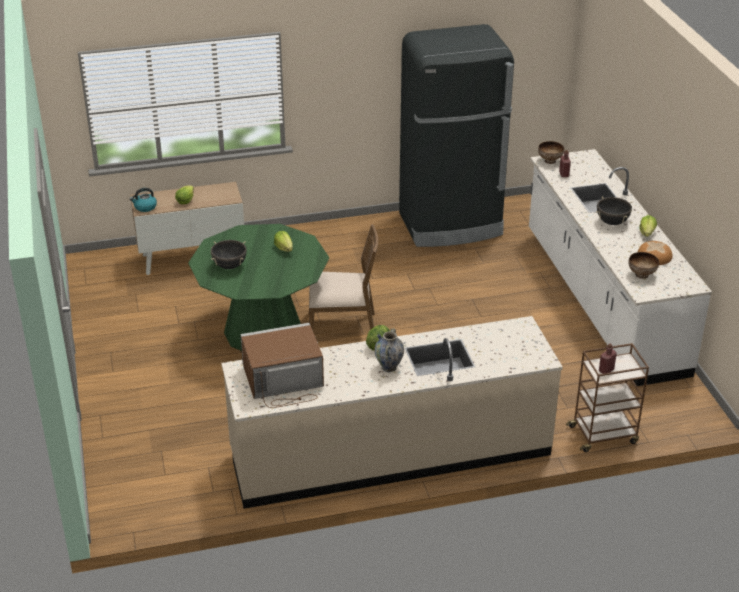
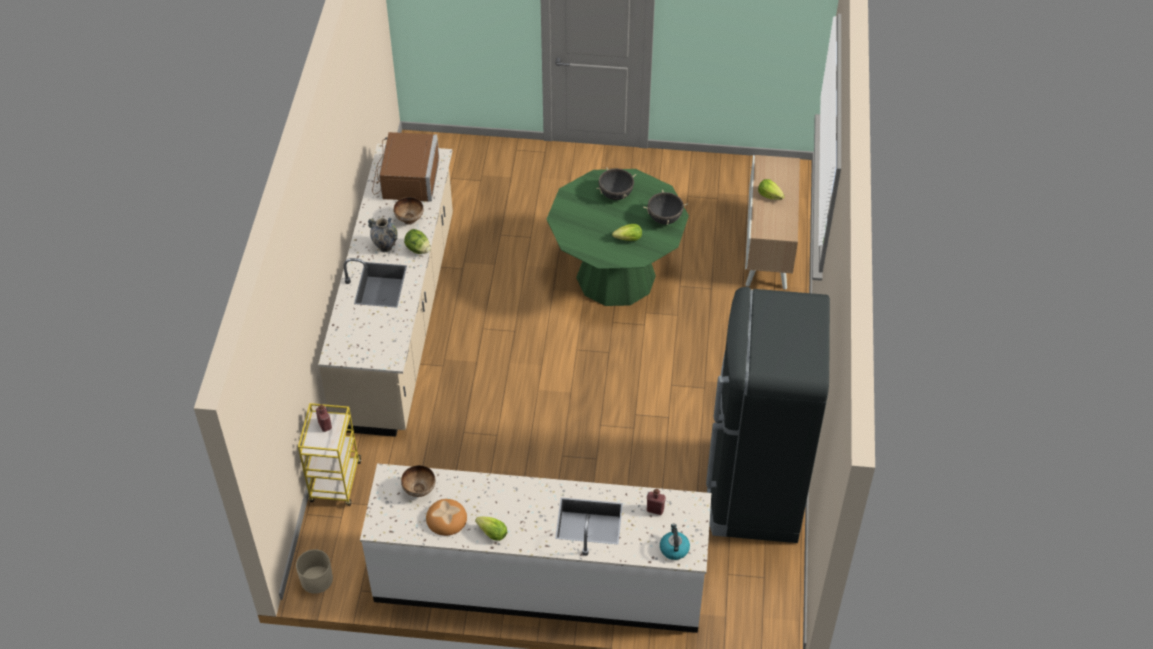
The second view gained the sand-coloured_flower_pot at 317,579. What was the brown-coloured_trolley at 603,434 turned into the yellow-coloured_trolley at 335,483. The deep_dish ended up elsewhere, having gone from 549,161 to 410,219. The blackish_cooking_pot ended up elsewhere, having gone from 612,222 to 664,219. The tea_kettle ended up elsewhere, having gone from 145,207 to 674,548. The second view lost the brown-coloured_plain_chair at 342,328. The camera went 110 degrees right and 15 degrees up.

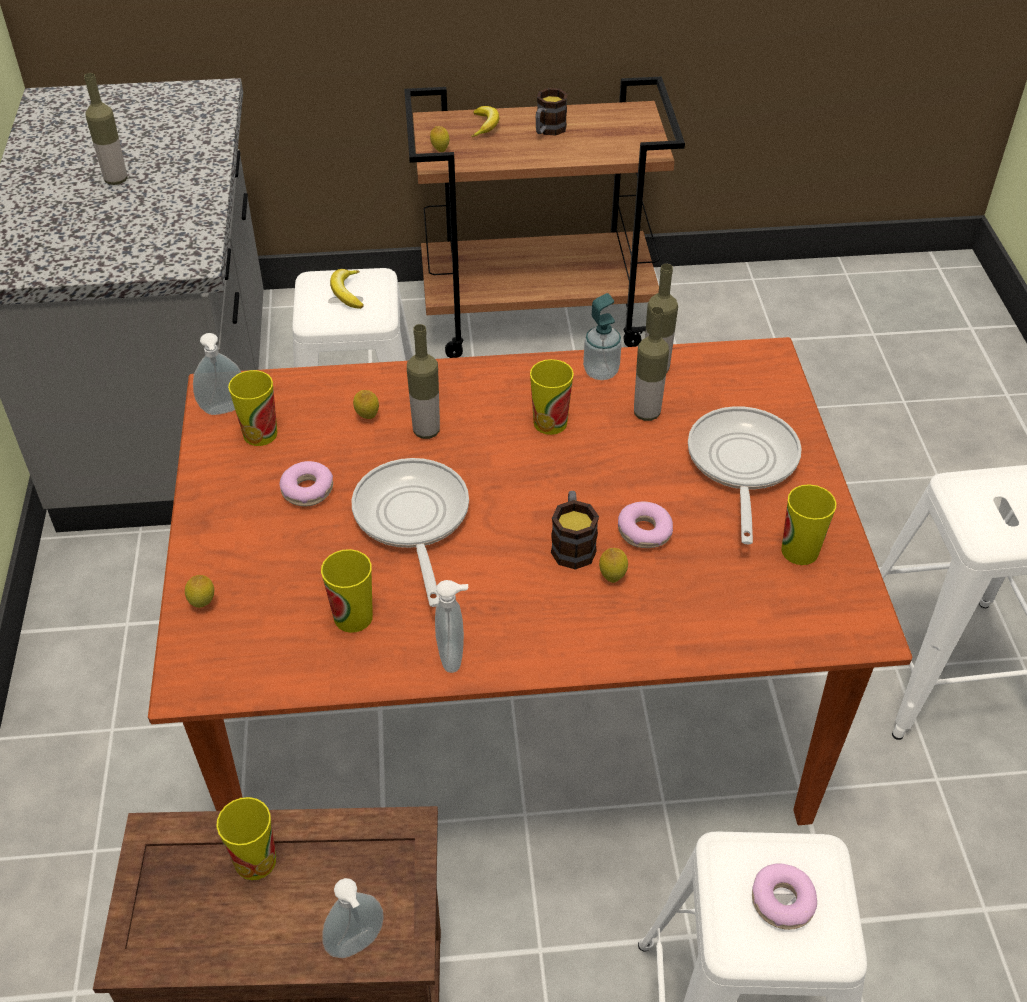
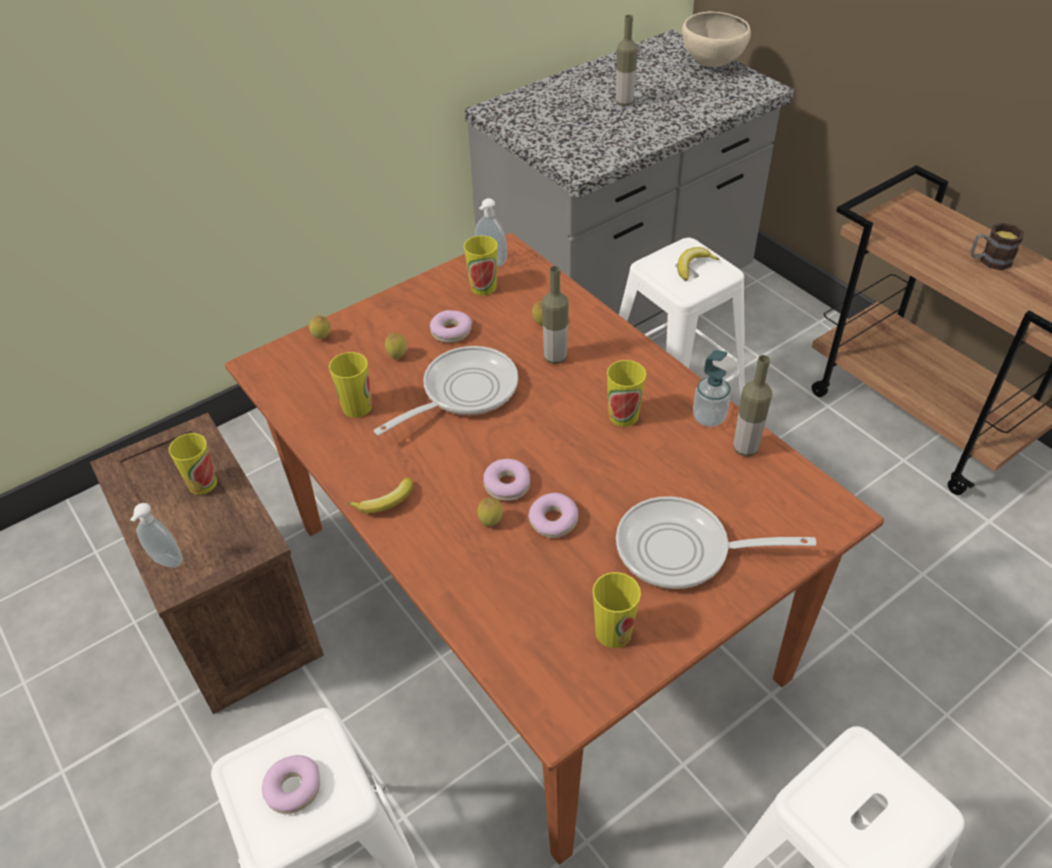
The banana_fruit ended up elsewhere, having gone from 485,125 to 386,502. The citrus_fruit ended up elsewhere, having gone from 440,150 to 397,356. Where the coffee_mug stood at 572,544, the doughnut came to stand at 507,485. The pan at 741,465 ended up facing another way, 150 degrees counterclockwise from before. The second view gained the sand-coloured_deep_dish at 711,65. The second view lost the liquid_soap_bottle at 454,656. The second view lost the bottle at 646,413. The camera went 60 degrees right and 0 degrees up.

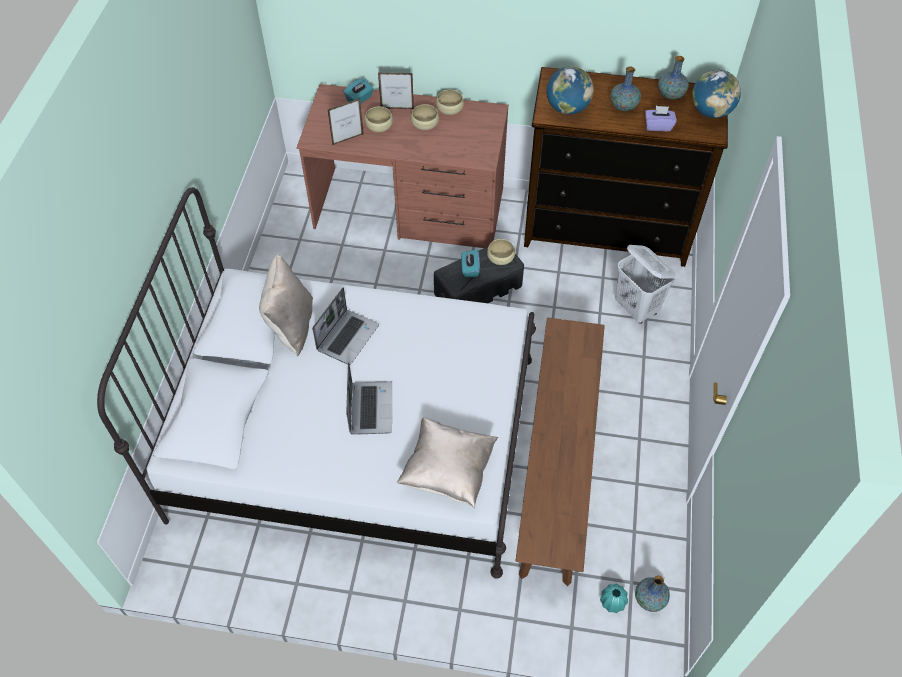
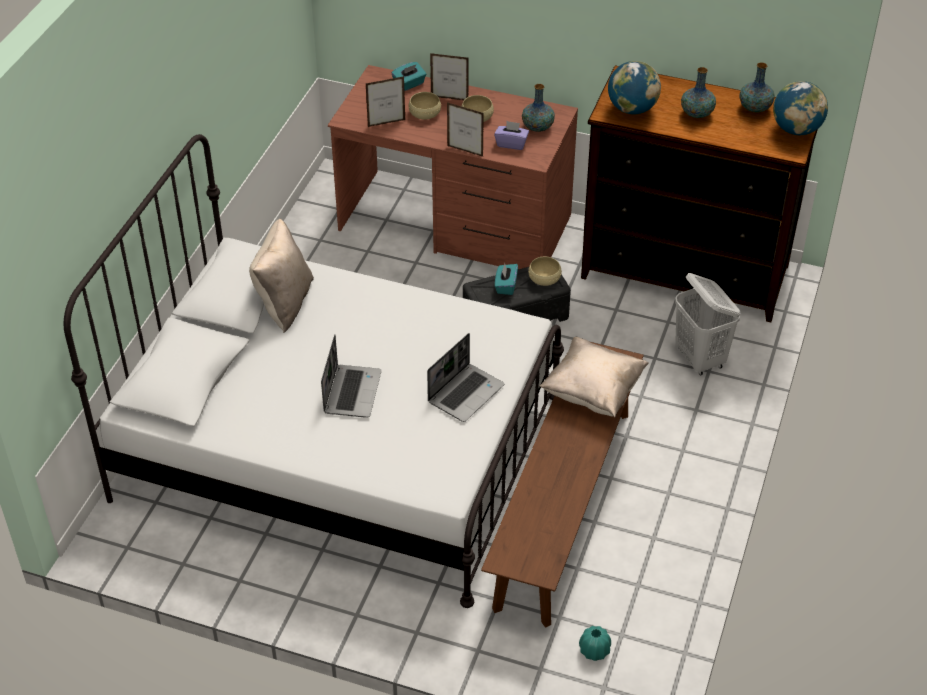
The laptop ended up elsewhere, having gone from 347,337 to 465,393. The second view gained the picture_frame at 465,151. The purplish_tissue_box ended up elsewhere, having gone from 658,126 to 511,144. The flower_vase ended up elsewhere, having gone from 650,599 to 537,127. The sand-coloured_throw_pillow ended up elsewhere, having gone from 448,471 to 592,392. The second view lost the sand-coloured_deep_dish at 450,109. The camera went 10 degrees right and 10 degrees down.

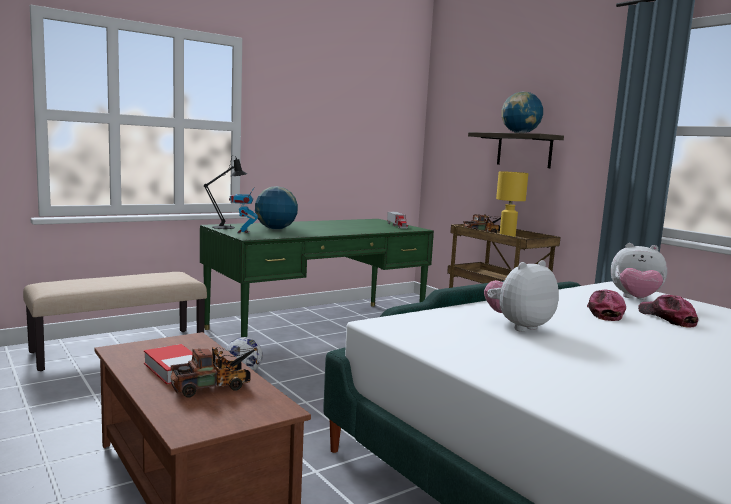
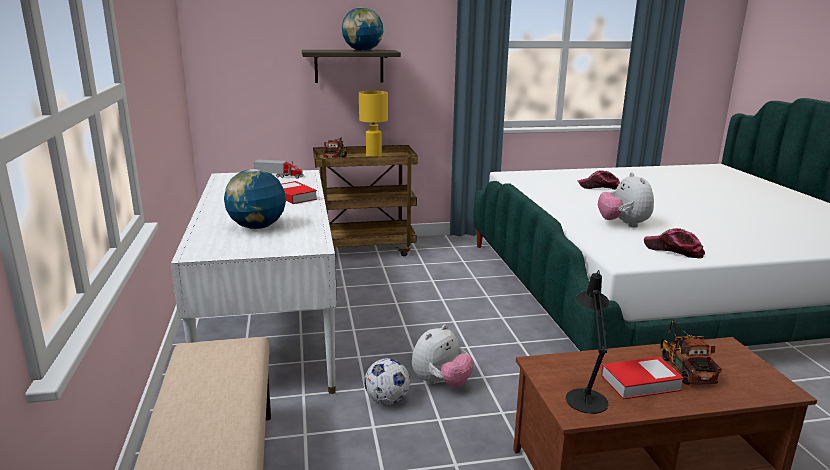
What was the greenish_desk_unit at 317,327 turned into the white_desk_unit at 270,326. The second view gained the bound_book at 294,196. The cuddly_toy ended up elsewhere, having gone from 635,299 to 441,383. The blackish_table_lamp ended up elsewhere, having gone from 227,227 to 585,397. The cap ended up elsewhere, having gone from 603,312 to 673,250. The second view lost the robot_figure at 243,232. The camera went 65 degrees left and 10 degrees up.

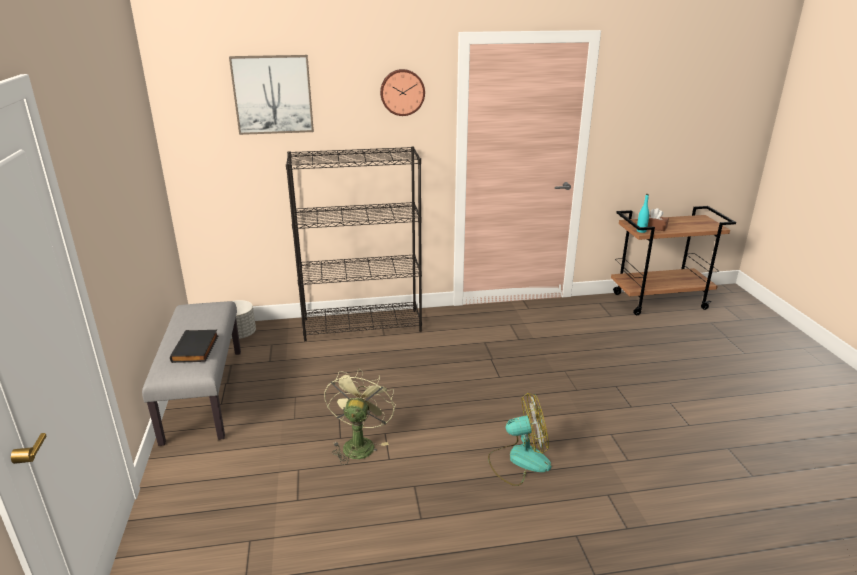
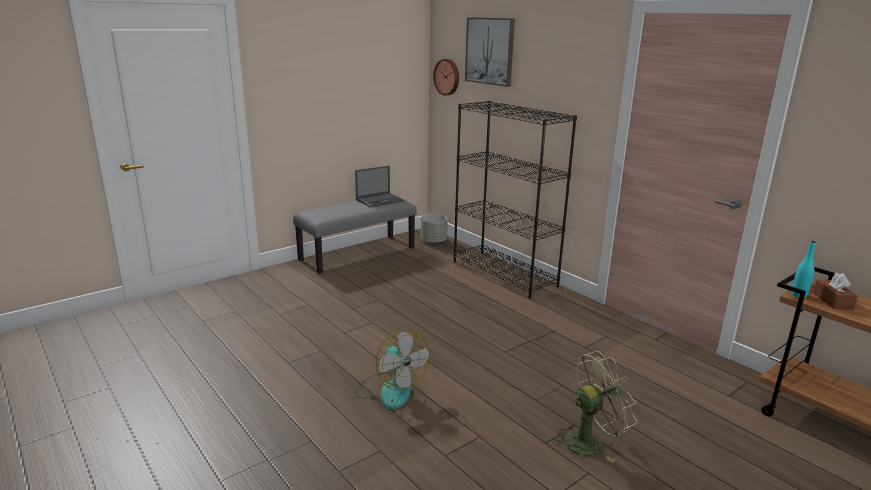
The second view gained the laptop at 380,200. The hanging_clock ended up elsewhere, having gone from 402,92 to 447,77. The greenish_cooling_fan ended up elsewhere, having gone from 359,443 to 590,441. The second view lost the blackish_bound_book at 196,349. The camera went 60 degrees right and 5 degrees down.

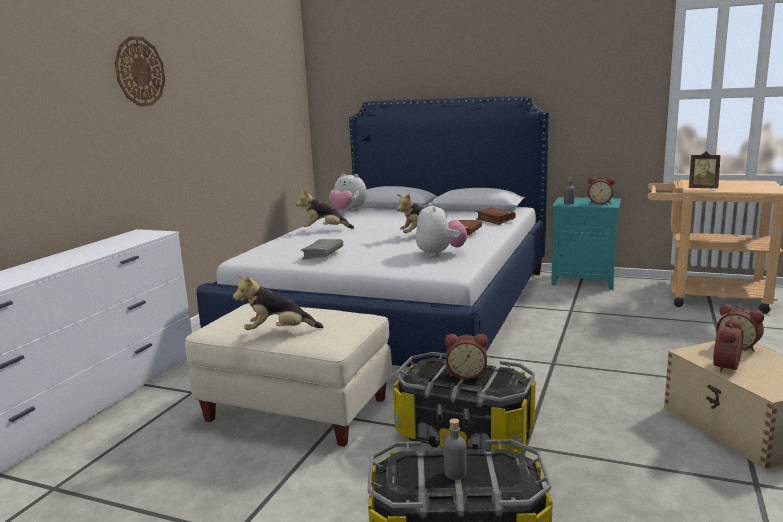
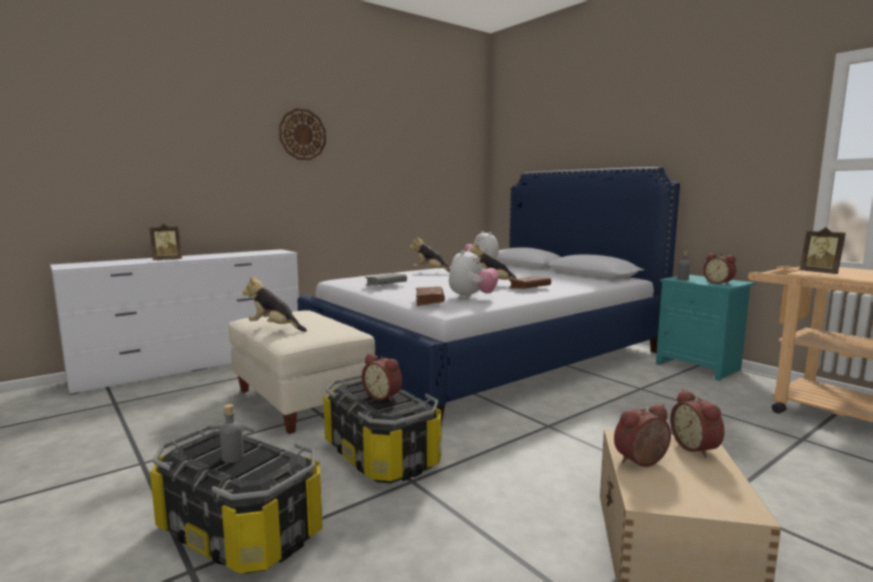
The second view gained the picture_frame at 167,260. The brown-coloured_bound_book ended up elsewhere, having gone from 495,220 to 429,301. The camera went 30 degrees right and 5 degrees down.

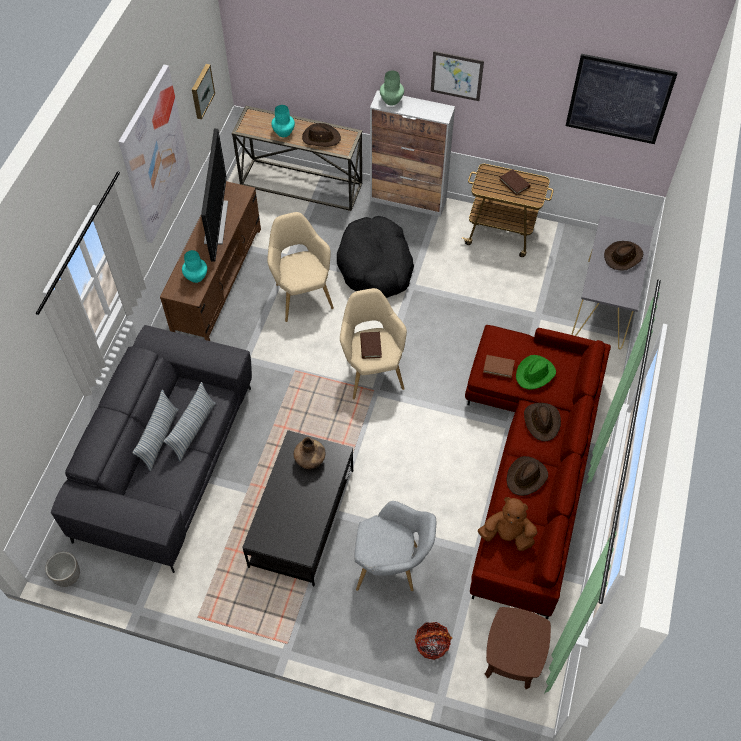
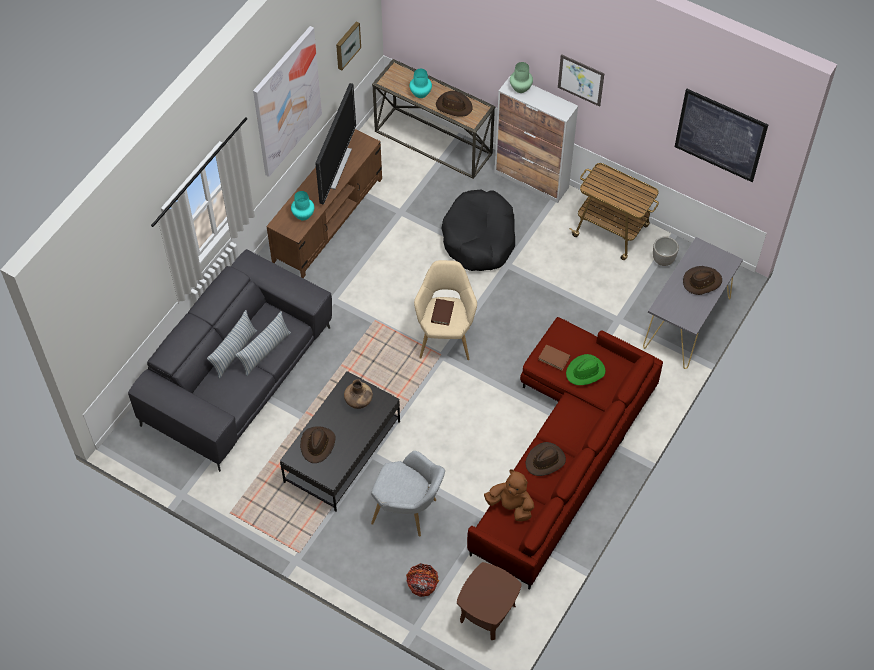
The brown-coloured_clothing_hat ended up elsewhere, having gone from 542,422 to 318,445. The flower_pot ended up elsewhere, having gone from 68,576 to 663,260. The second view lost the sand-coloured_lounge_chair at 301,293. The second view lost the brown-coloured_bound_book at 514,183. The camera went 15 degrees right and 0 degrees up.

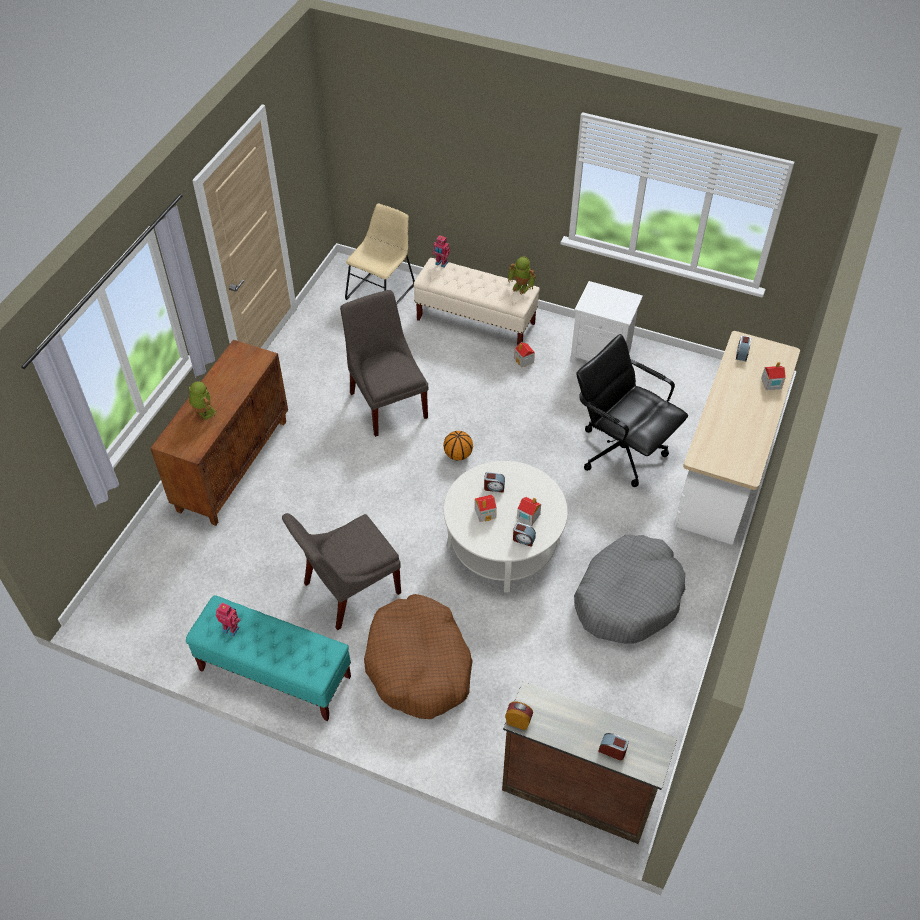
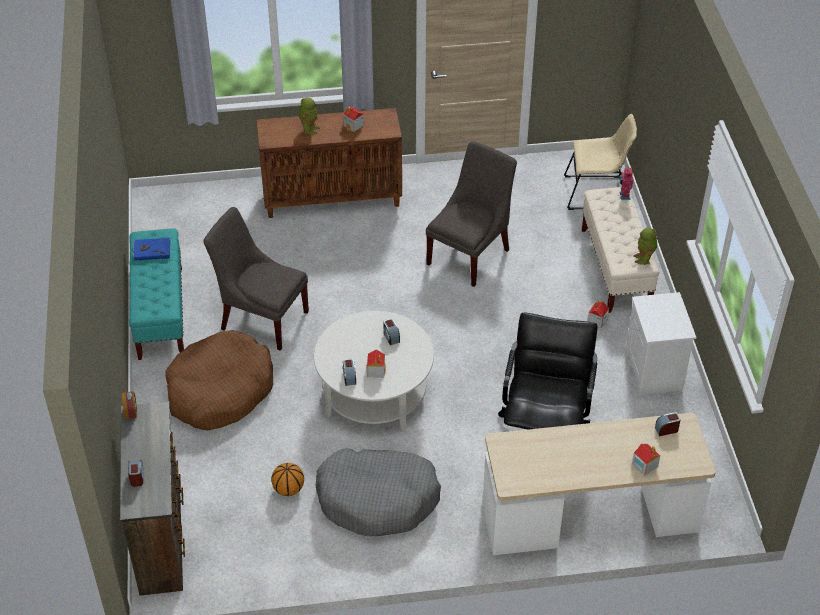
Where the robot_figure stood at 231,628, the blue-coloured_bound_book came to stand at 152,250. The basketball_ball ended up elsewhere, having gone from 457,455 to 288,489. The model_house ended up elsewhere, having gone from 485,513 to 354,125. The camera went 60 degrees right and 5 degrees down.

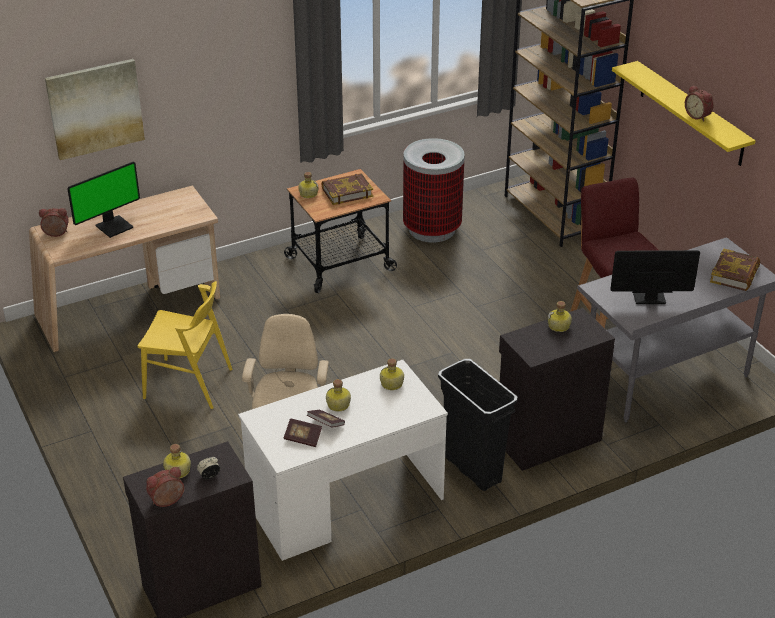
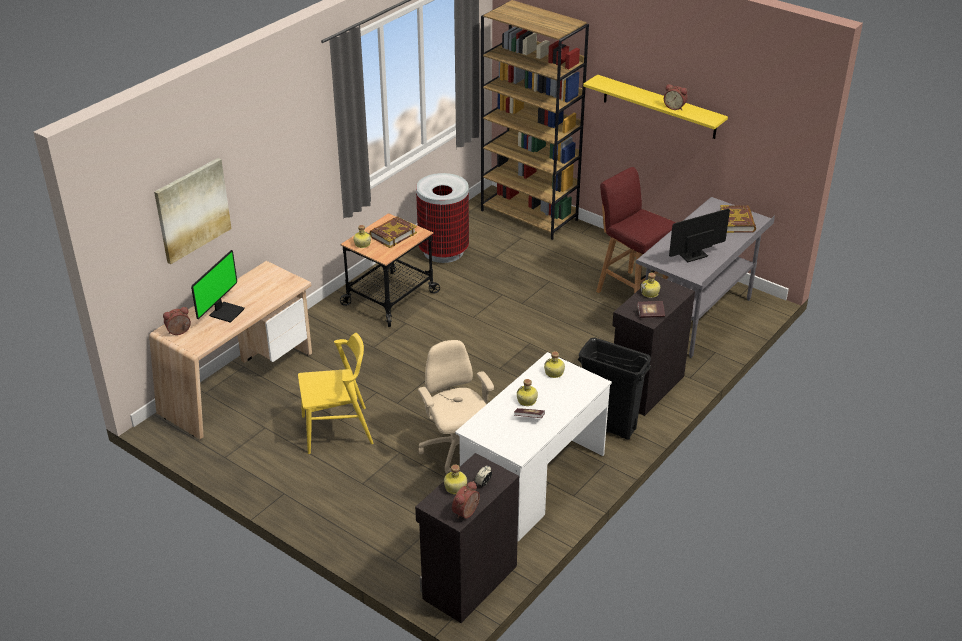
The bound_book ended up elsewhere, having gone from 303,438 to 650,314. The camera went 25 degrees left and 0 degrees up.

